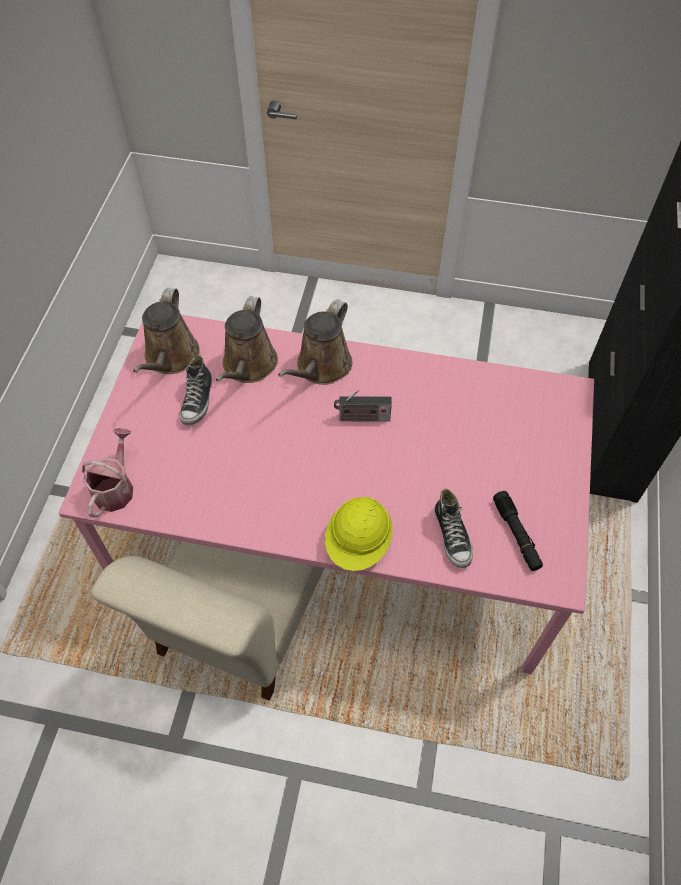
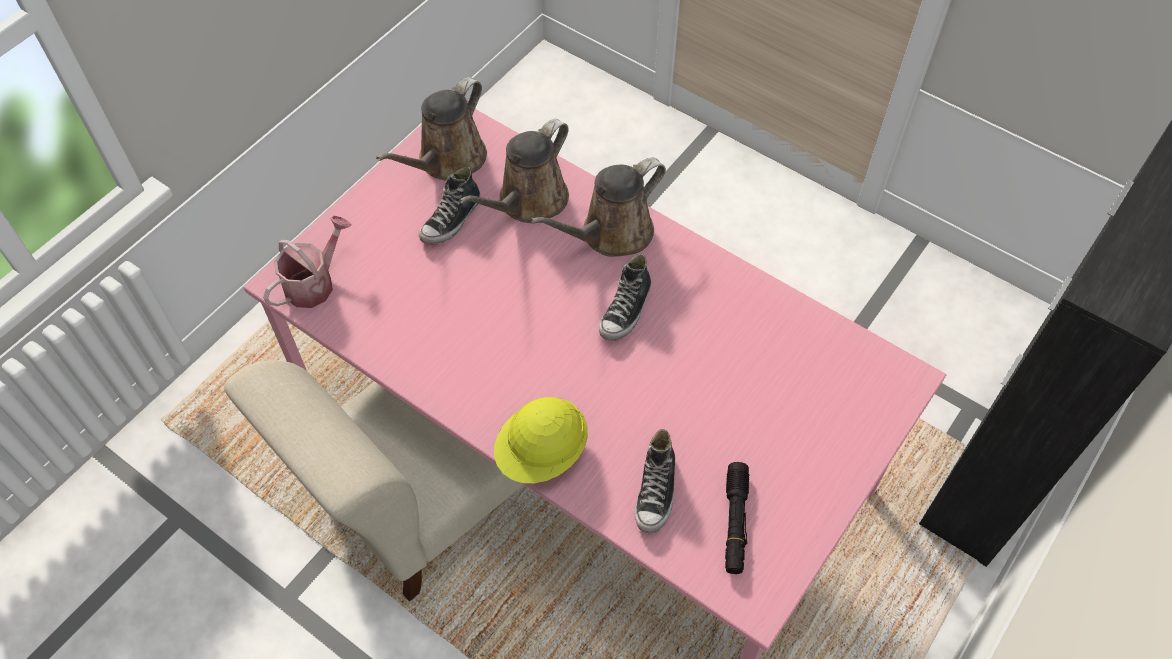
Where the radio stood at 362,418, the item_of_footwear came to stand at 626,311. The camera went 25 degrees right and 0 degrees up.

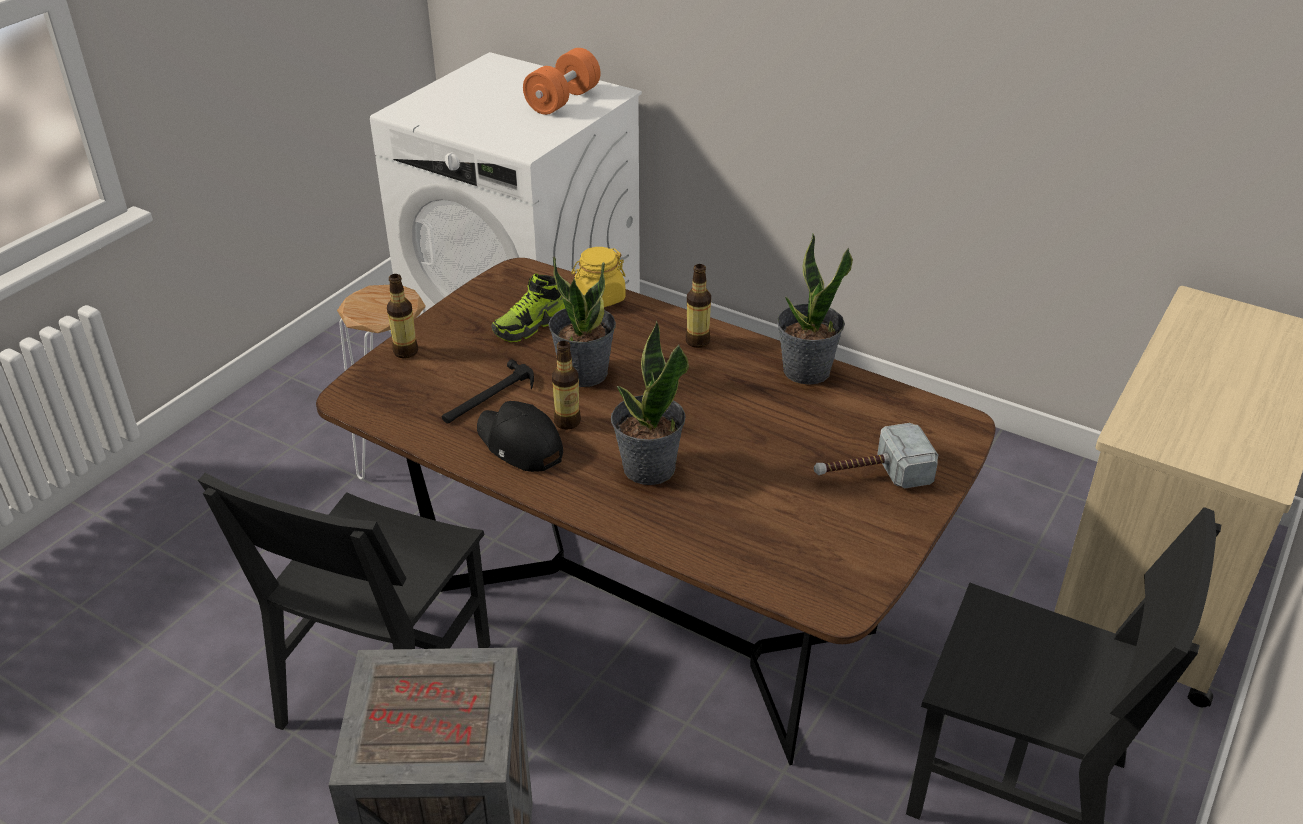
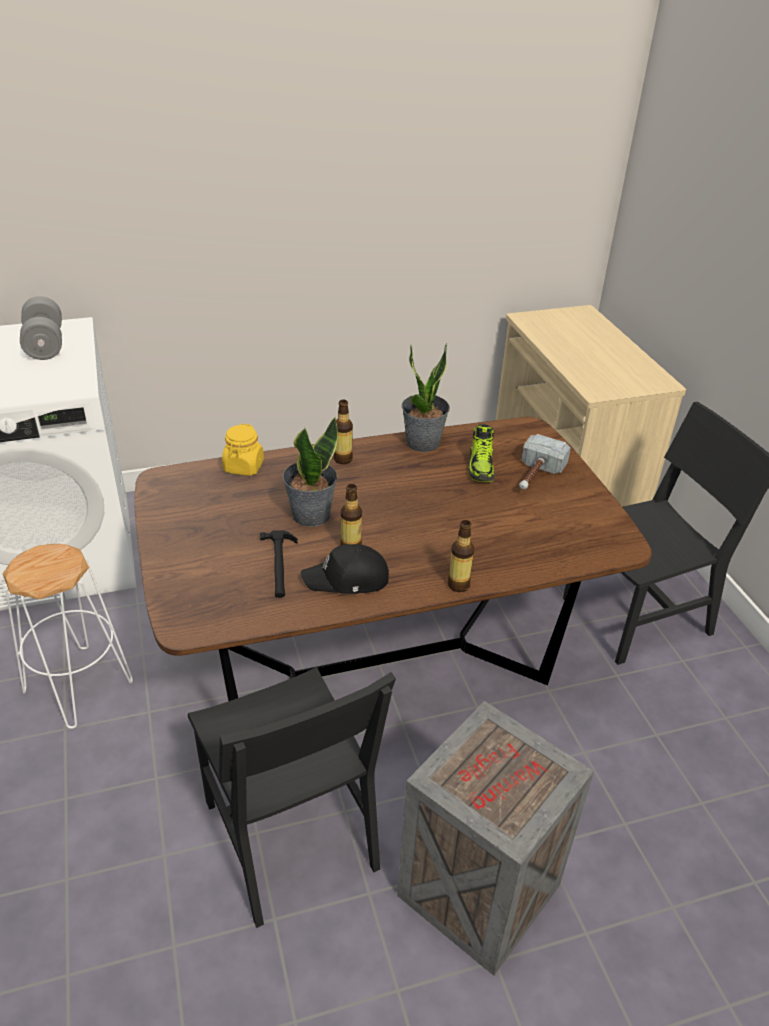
What was the orange_hand_weight at 563,101 turned into the gray_hand_weight at 45,344. The bottle ended up elsewhere, having gone from 405,352 to 458,585. The item_of_footwear ended up elsewhere, having gone from 530,326 to 481,467. The second view lost the potted_plant at 648,468. The camera went 50 degrees left and 0 degrees up.

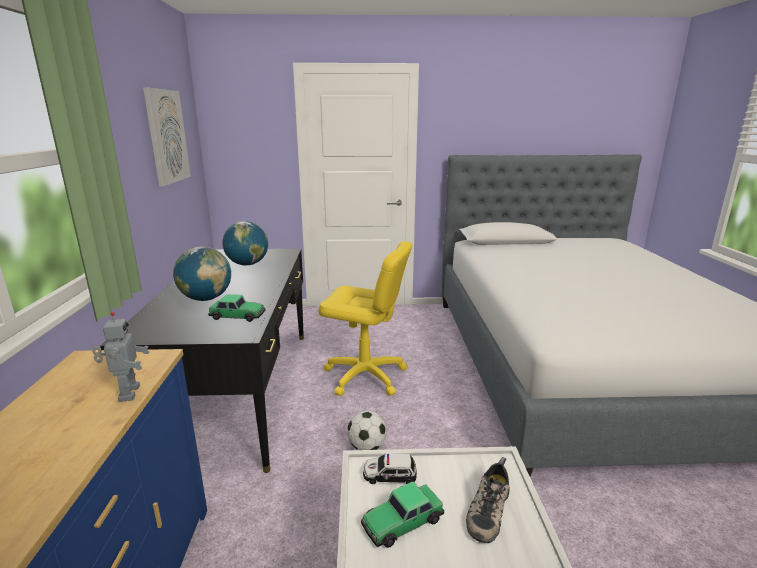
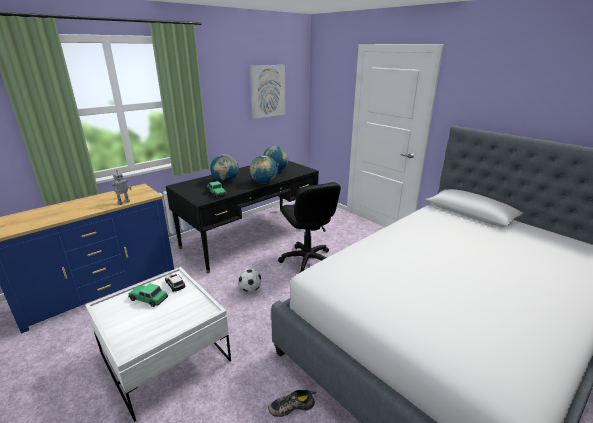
The second view gained the world_globe at 264,182. The item_of_footwear ended up elsewhere, having gone from 487,509 to 291,405. What was the yellow-coloured_computer_chair at 365,376 turned into the blackish_computer_chair at 307,261. The camera went 50 degrees right and 5 degrees up.

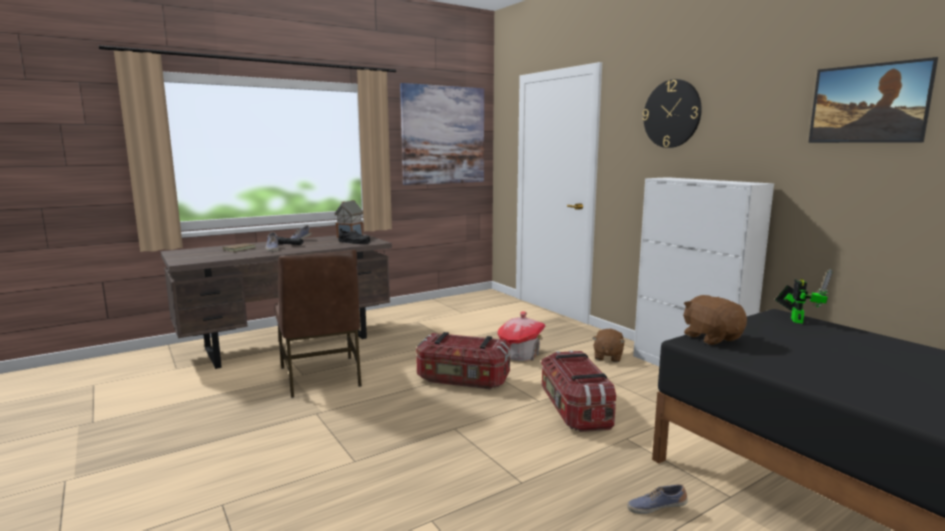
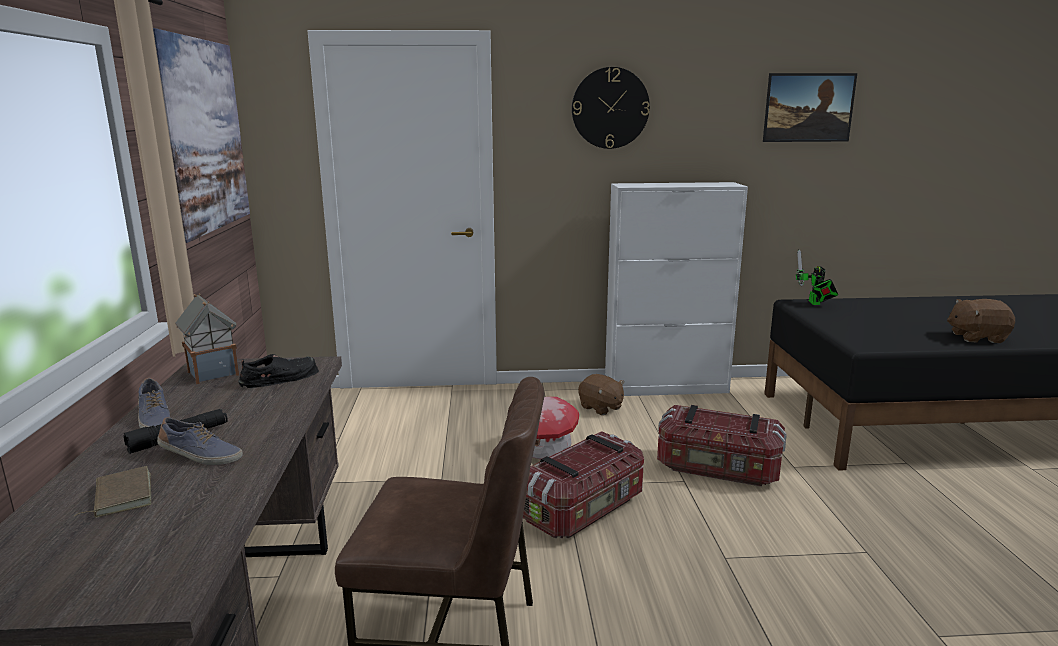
The robot_figure at 796,319 ended up facing another way, 135 degrees counterclockwise from before. The brown-coloured_cuddly_toy ended up elsewhere, having gone from 711,337 to 976,337. The second view lost the item_of_footwear at 656,507. The camera went 60 degrees left and 5 degrees up.

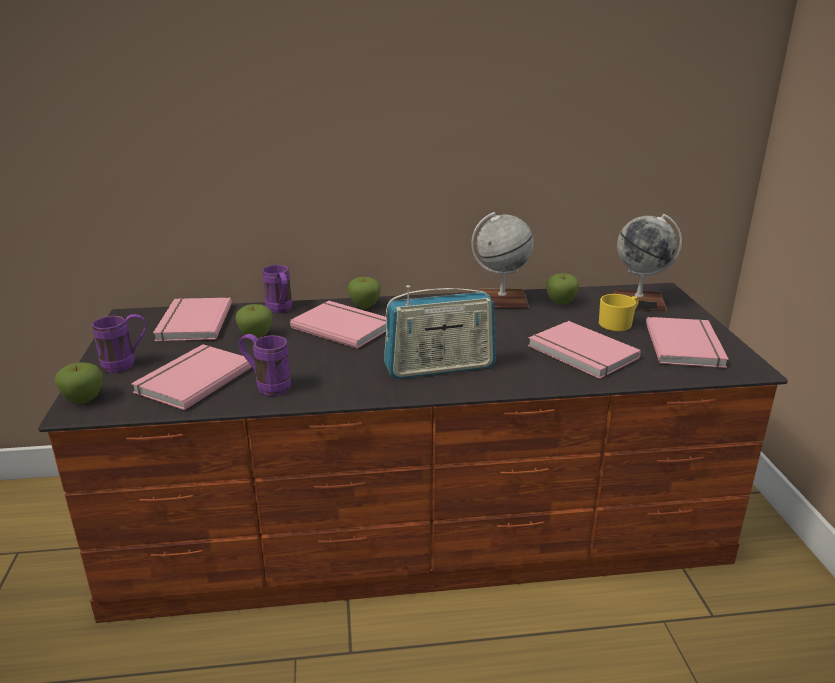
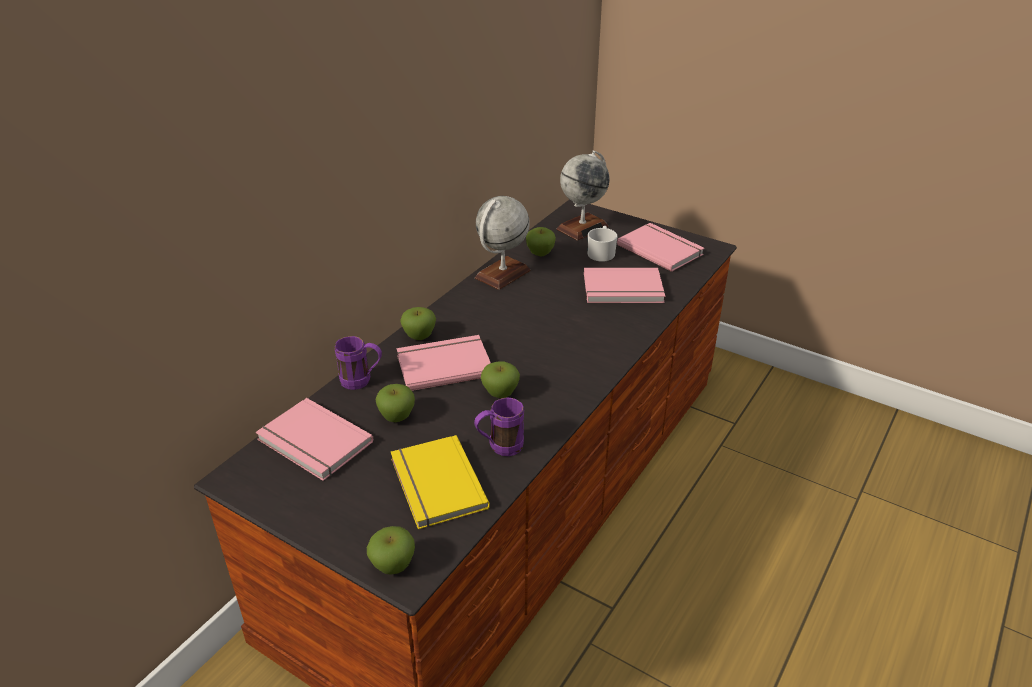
What was the pink-coloured_bound_book at 192,379 turned into the yellow-coloured_bound_book at 435,485. The second view gained the apple_fruit at 500,393. What was the yellow-coloured_coffee_mug at 618,323 turned into the white_coffee_mug at 601,252. The second view lost the purplish_coffee_mug at 127,364. The second view lost the radio at 440,367. The camera went 50 degrees left and 10 degrees up.

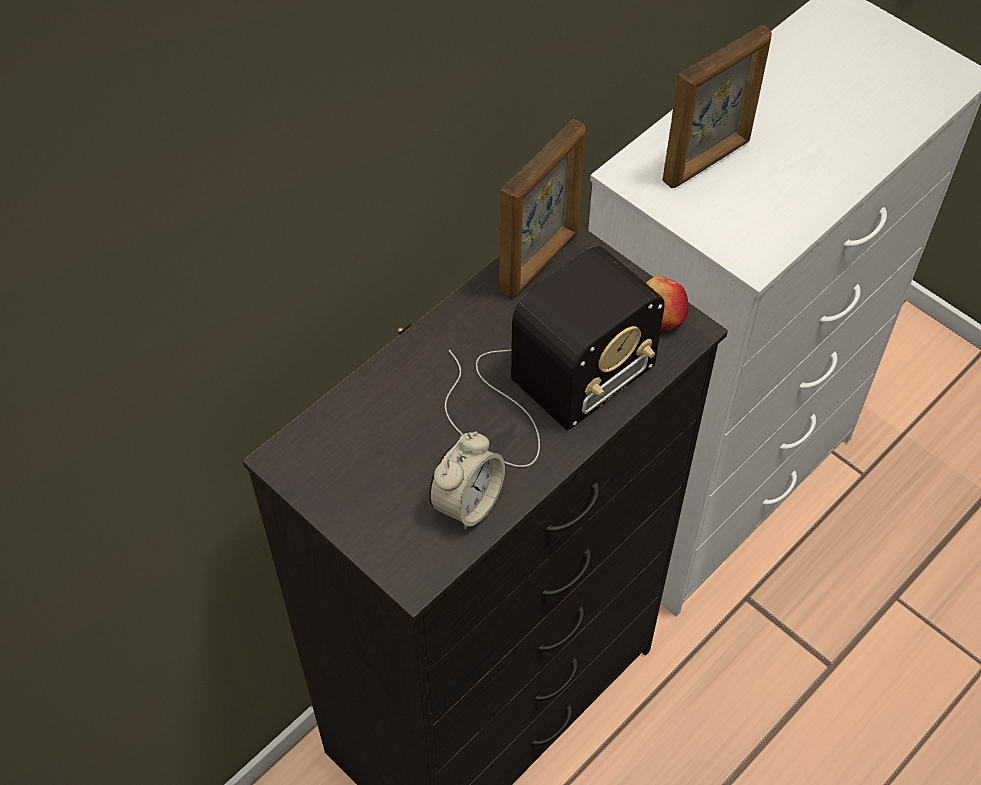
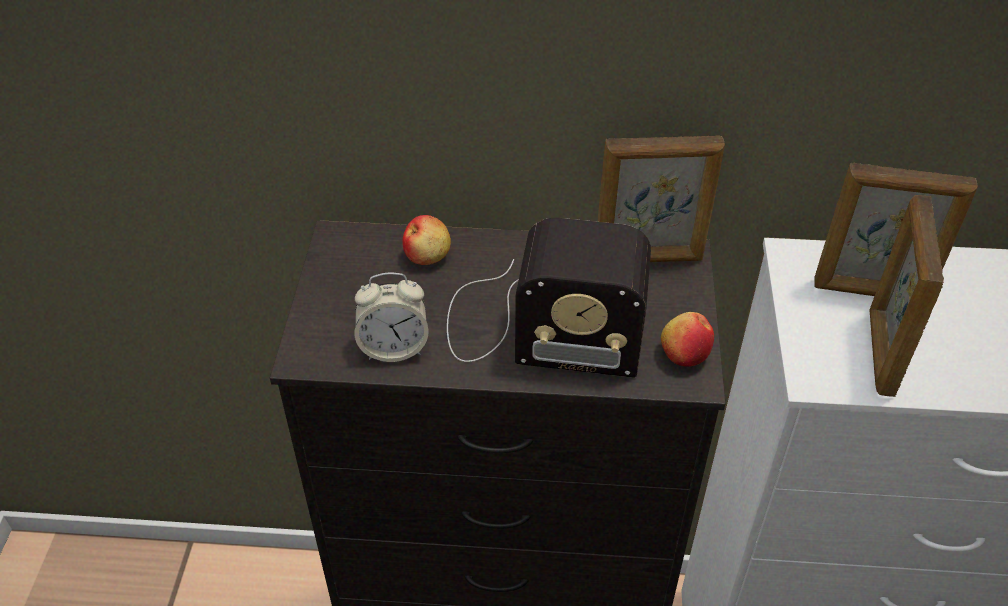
The second view gained the apple_fruit at 428,255. The second view gained the picture_frame at 880,352. The camera went 50 degrees right and 10 degrees down.

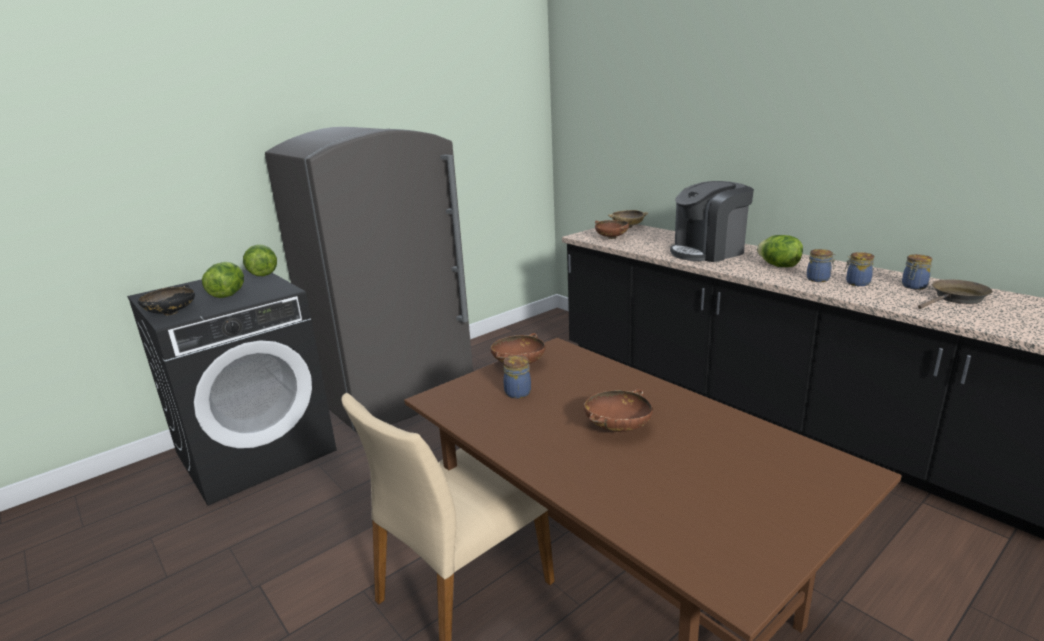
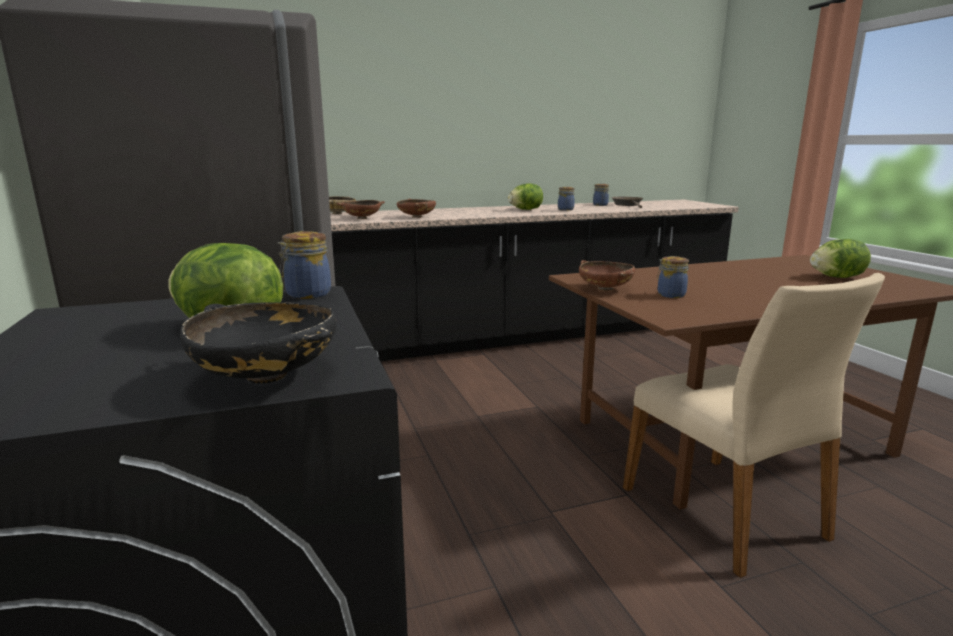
The jar ended up elsewhere, having gone from 856,283 to 306,294. The brown-coloured_deep_dish ended up elsewhere, having gone from 617,427 to 416,217. The lettuce_head ended up elsewhere, having gone from 263,274 to 836,277. The second view lost the coffee_maker at 708,252. The camera went 70 degrees left and 5 degrees down.

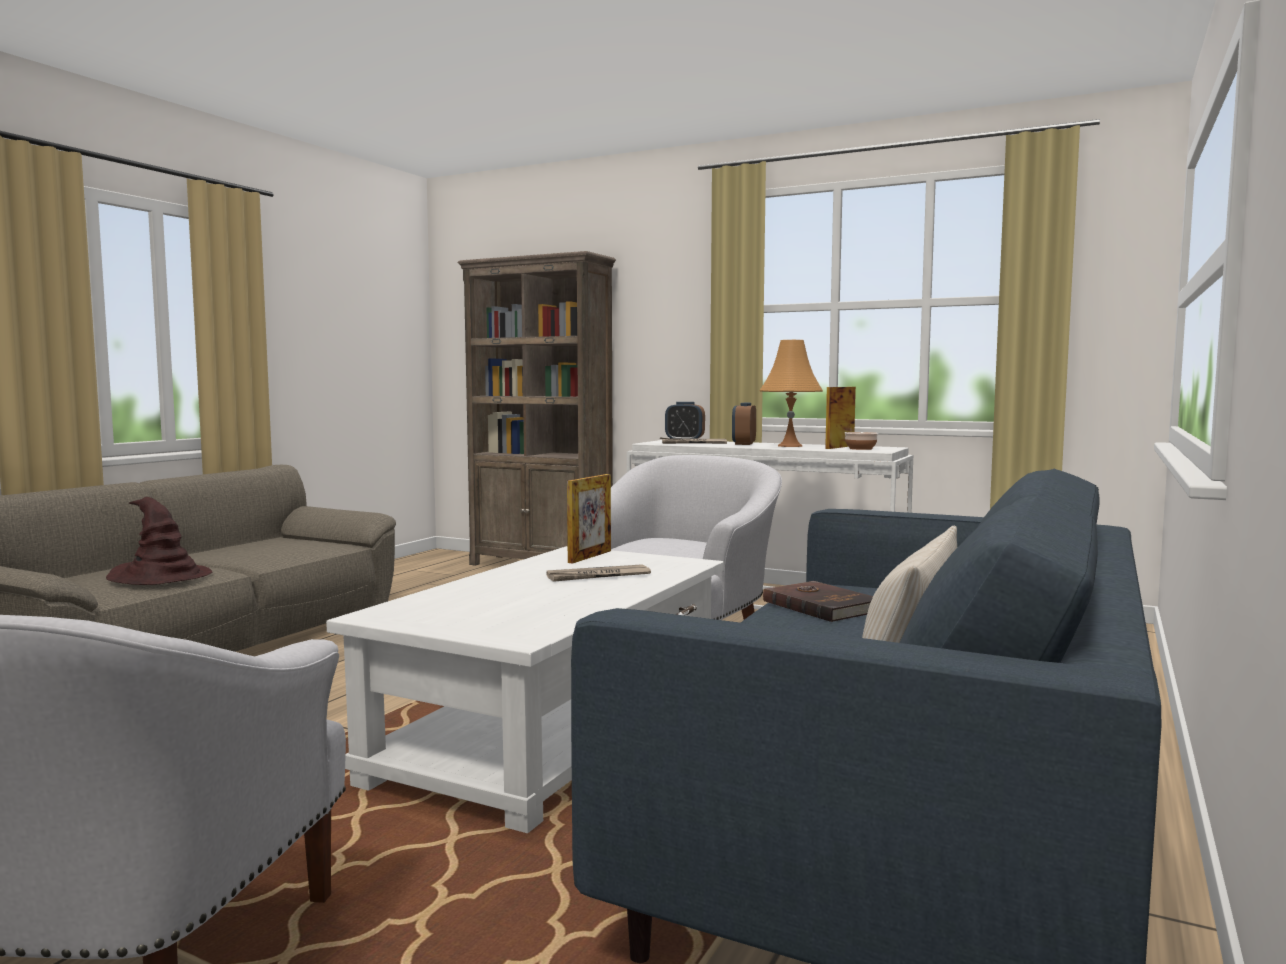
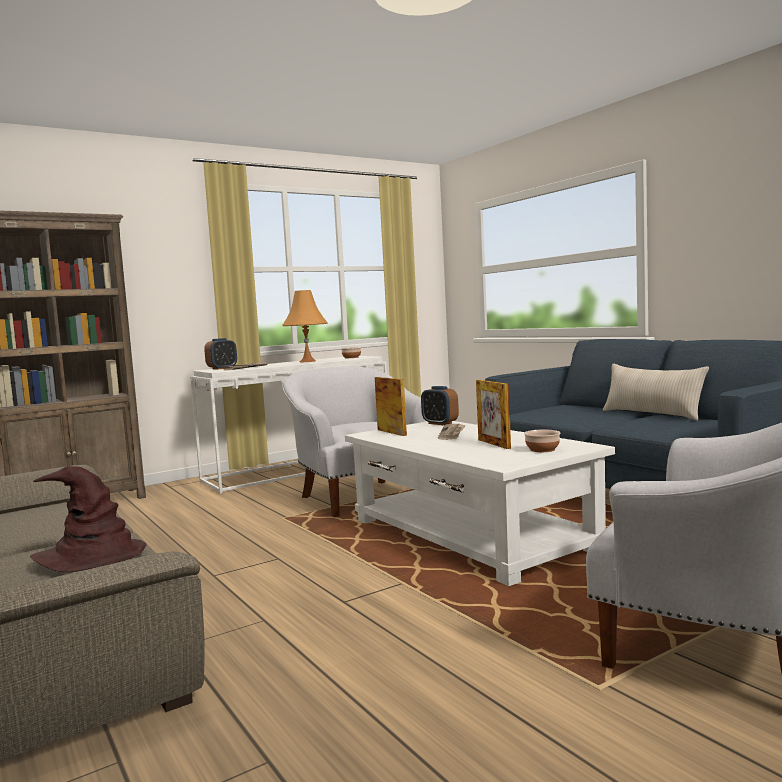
The bedside_clock ended up elsewhere, having gone from 743,444 to 440,423. The picture_frame ended up elsewhere, having gone from 840,447 to 494,444. The second view gained the deep_dish at 542,449. The second view lost the brown-coloured_bound_book at 822,605. The camera went 60 degrees left and 0 degrees up.

